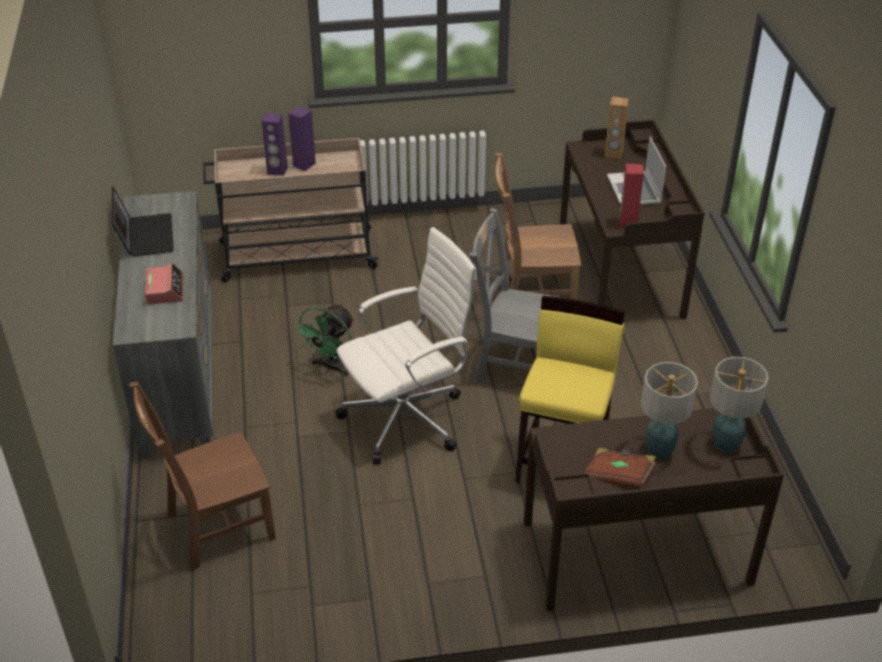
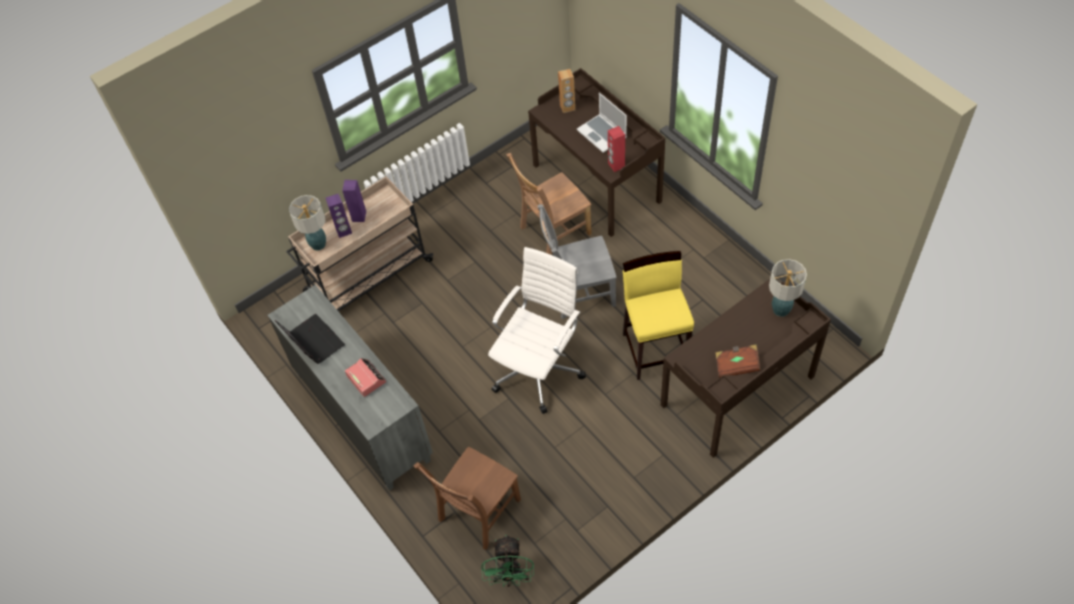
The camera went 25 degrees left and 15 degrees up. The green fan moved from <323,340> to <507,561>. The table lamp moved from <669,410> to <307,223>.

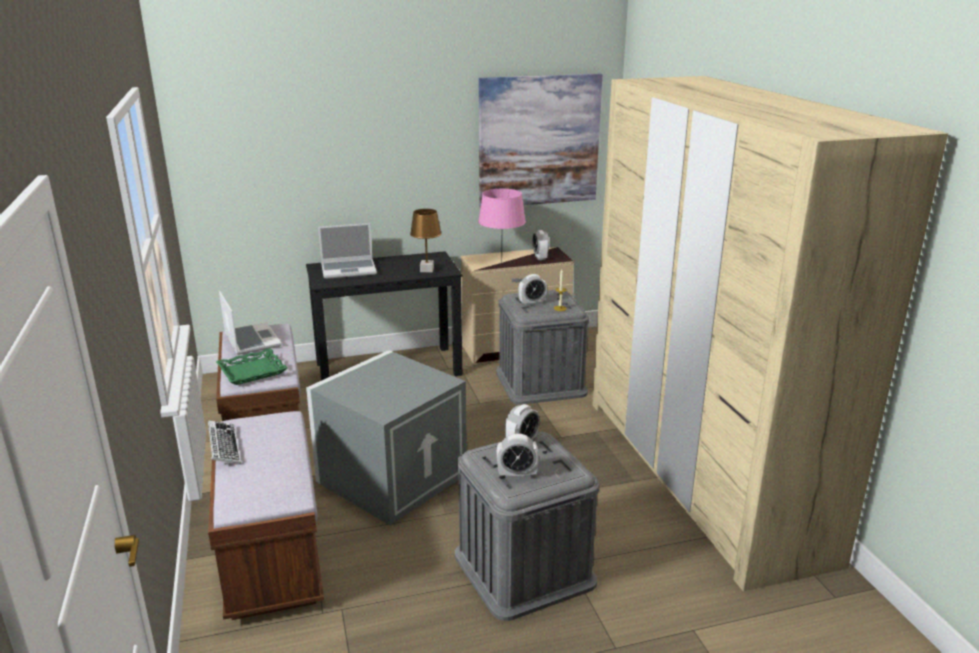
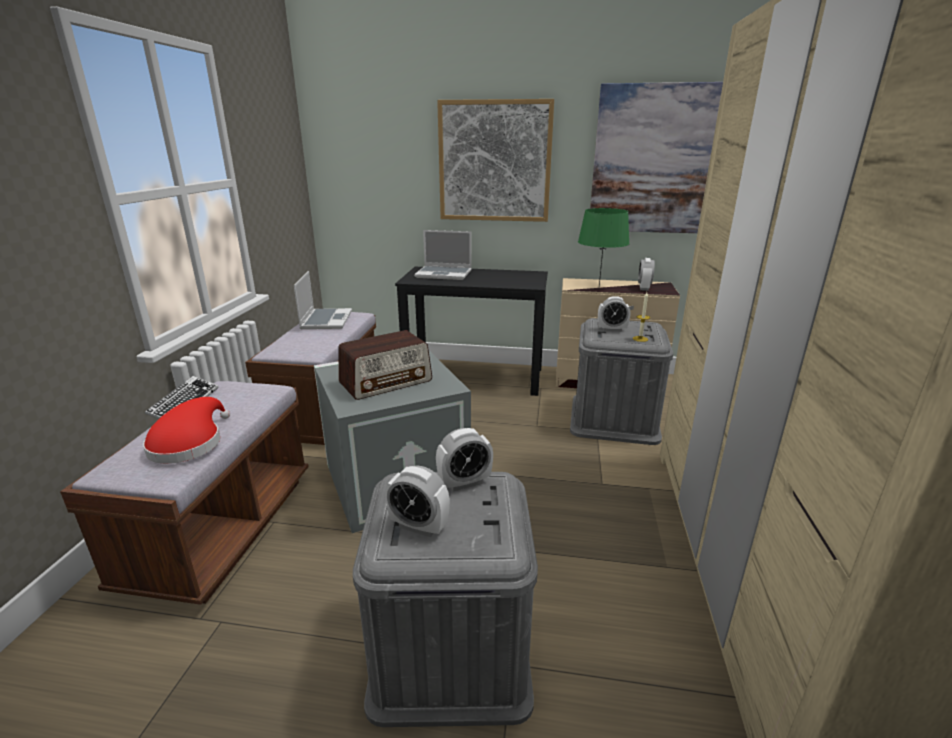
The camera went 25 degrees right and 0 degrees up. The pink table lamp at <502,226> became the green table lamp at <604,247>. The brown table lamp at <426,240> disappeared. The green tray at <252,366> disappeared. The picture at <495,160> appeared. The radio at <385,365> appeared. The red hat at <186,430> appeared.

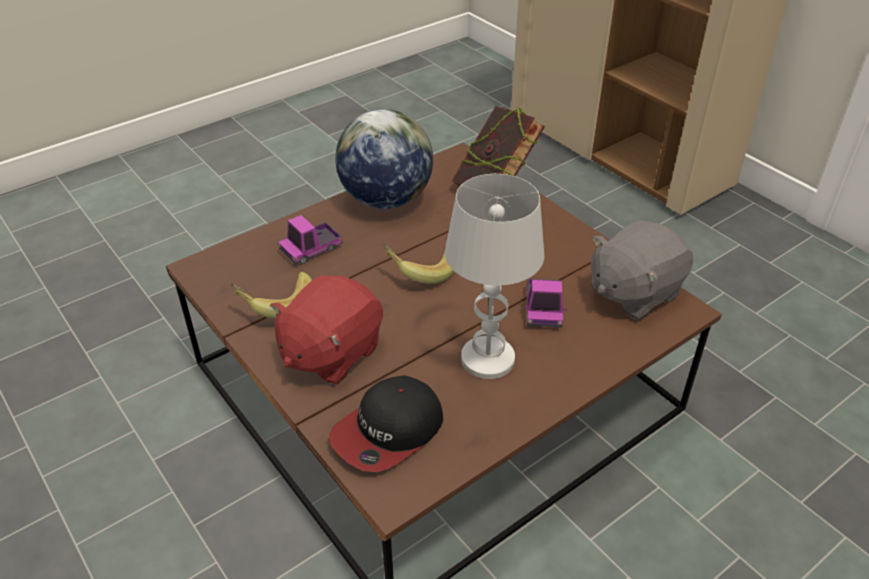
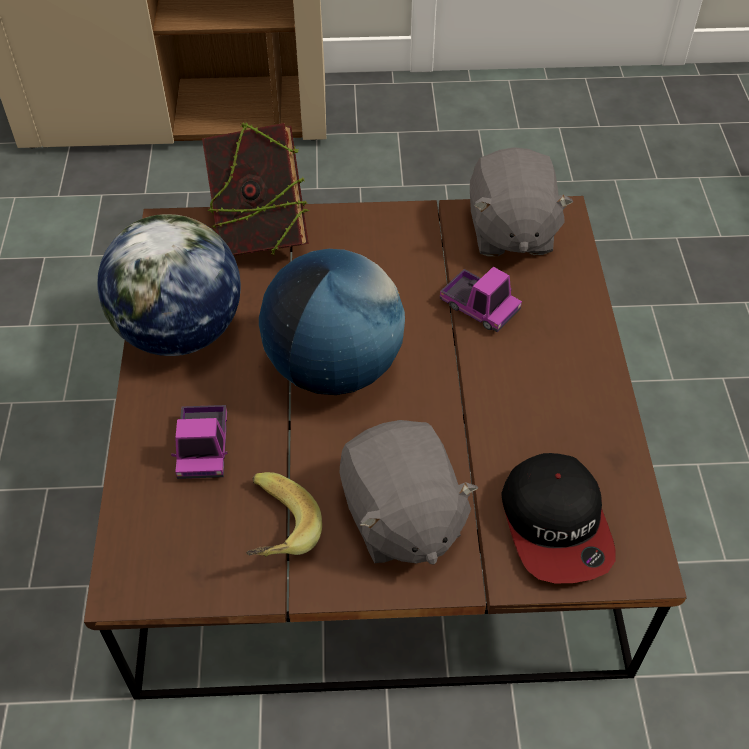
The camera went 55 degrees left and 10 degrees up. The white table lamp at <494,276> disappeared. The banana at <418,263> was replaced by the globe at <332,322>. The red plush toy at <326,329> became the grey plush toy at <409,492>.

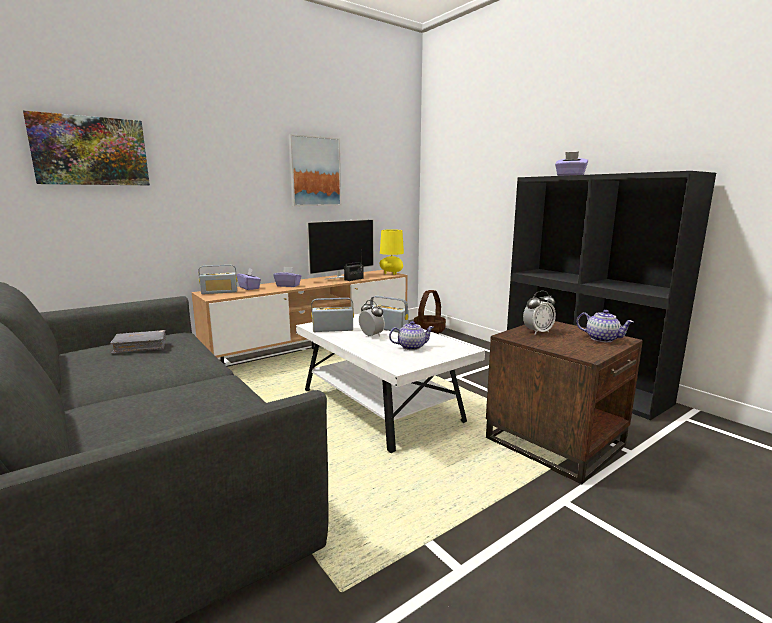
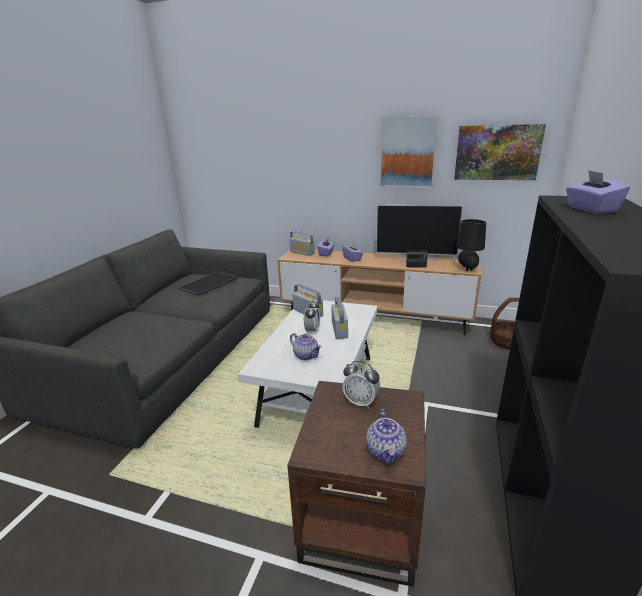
The camera went 55 degrees right and 10 degrees up. The picture moved from <86,147> to <500,152>. The yellow table lamp at <392,252> became the black table lamp at <471,245>. The grey book at <138,342> was replaced by the tray at <208,283>.

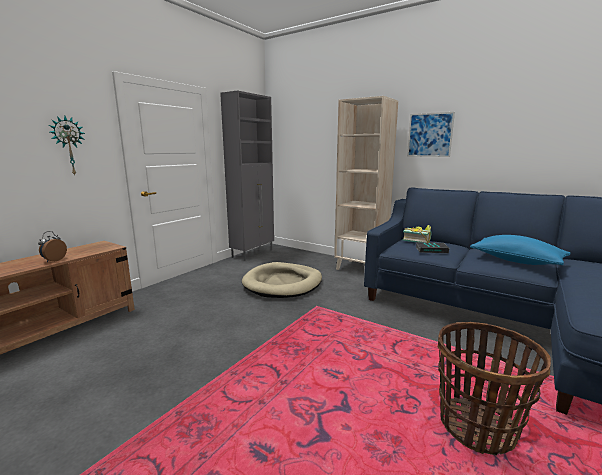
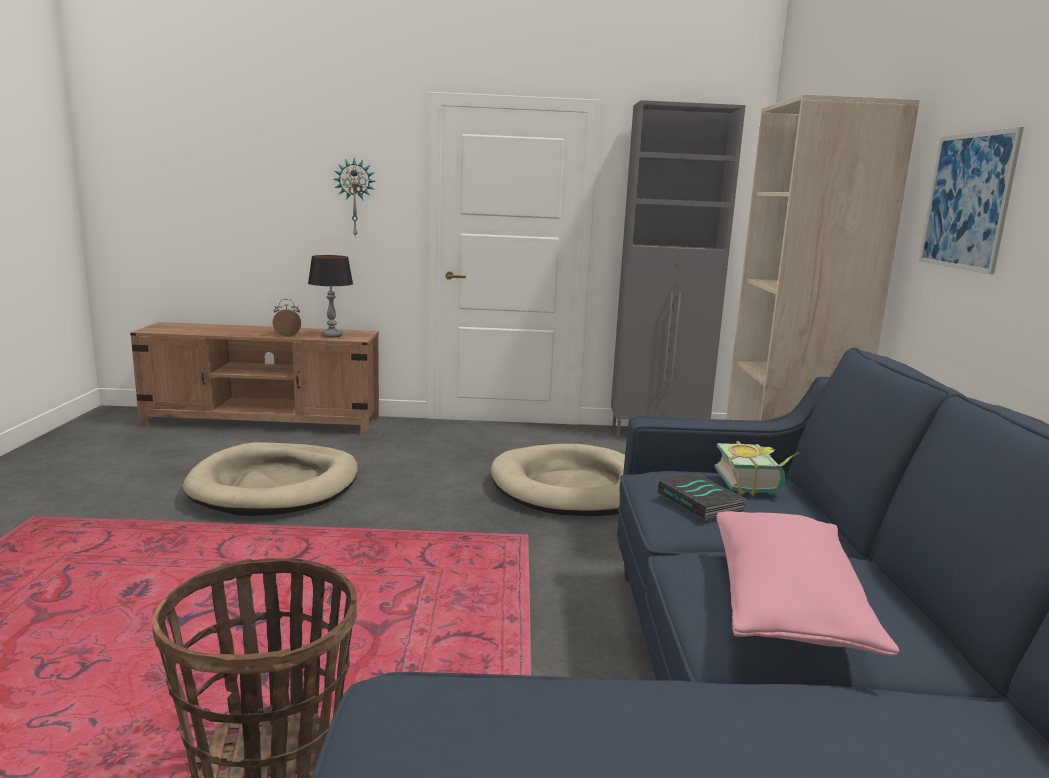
The camera went 55 degrees right and 0 degrees up. The blue pillow at <520,250> became the pink pillow at <807,583>. The table lamp at <330,296> appeared. The beige dog bed at <270,479> appeared.

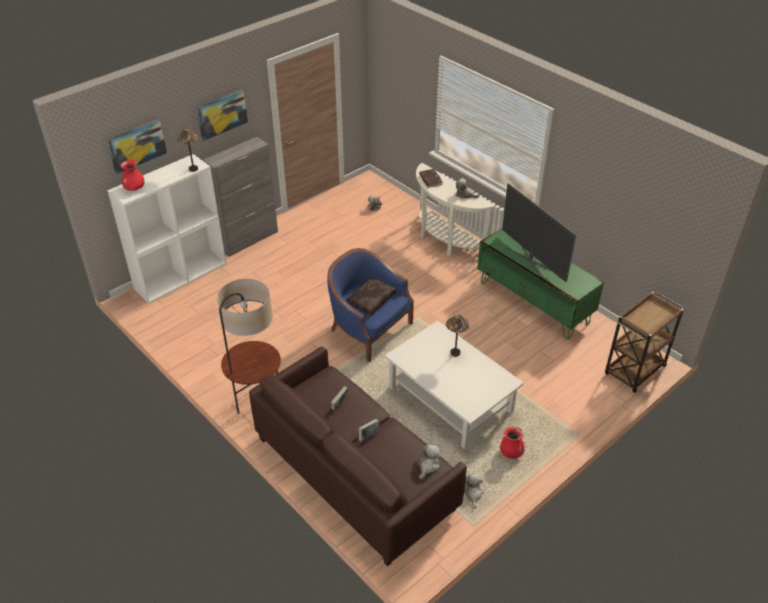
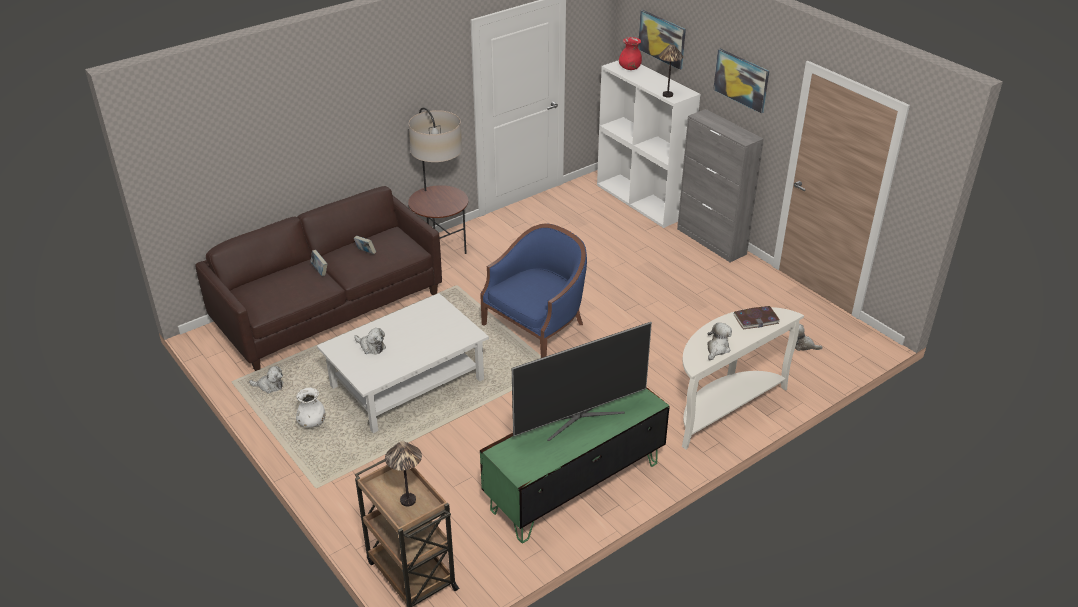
The camera went 95 degrees right and 5 degrees down. The brown pillow at <371,296> disappeared. The table lamp moved from <458,335> to <403,473>. The red vase at <512,442> became the white vase at <310,408>. The plush toy moved from <429,461> to <370,341>.

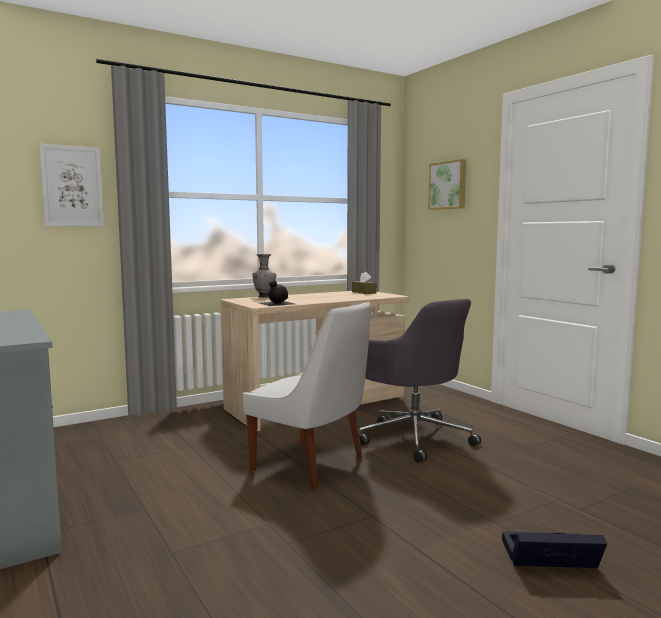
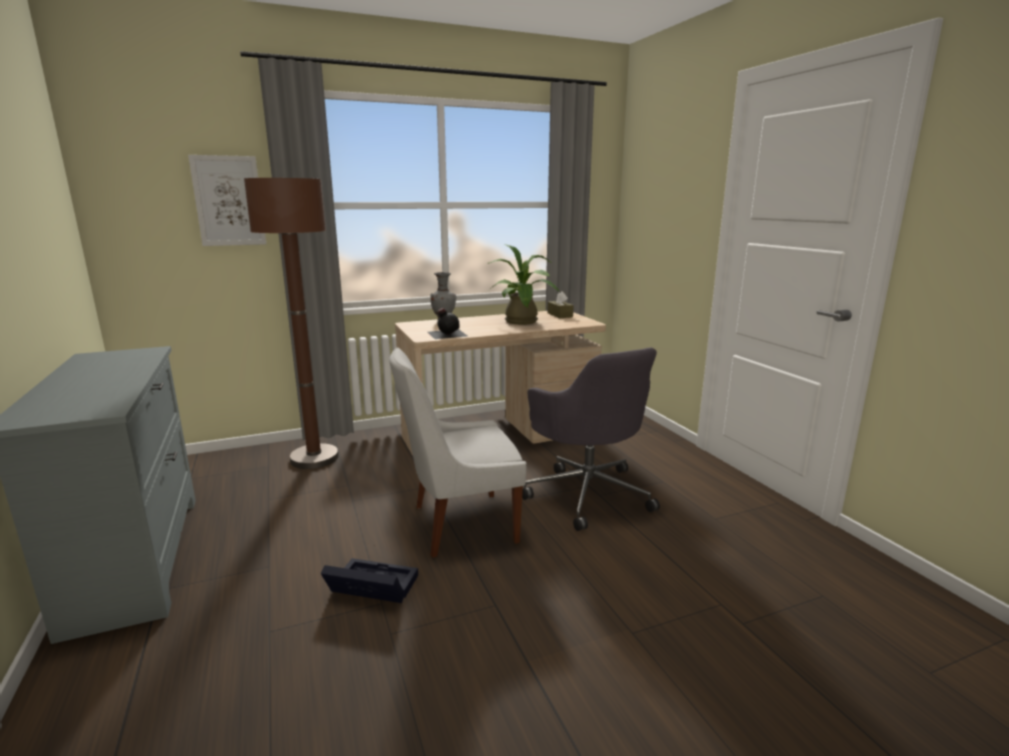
The camera went 10 degrees right and 10 degrees up. The picture at <447,184> disappeared. The white chair at <307,396> turned 120 degrees clockwise. The black storage box moved from <554,549> to <369,580>. The brown floor lamp at <291,323> appeared. The potted plant at <523,284> appeared.

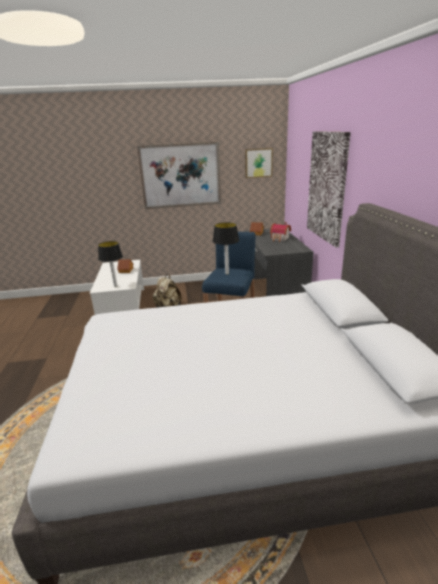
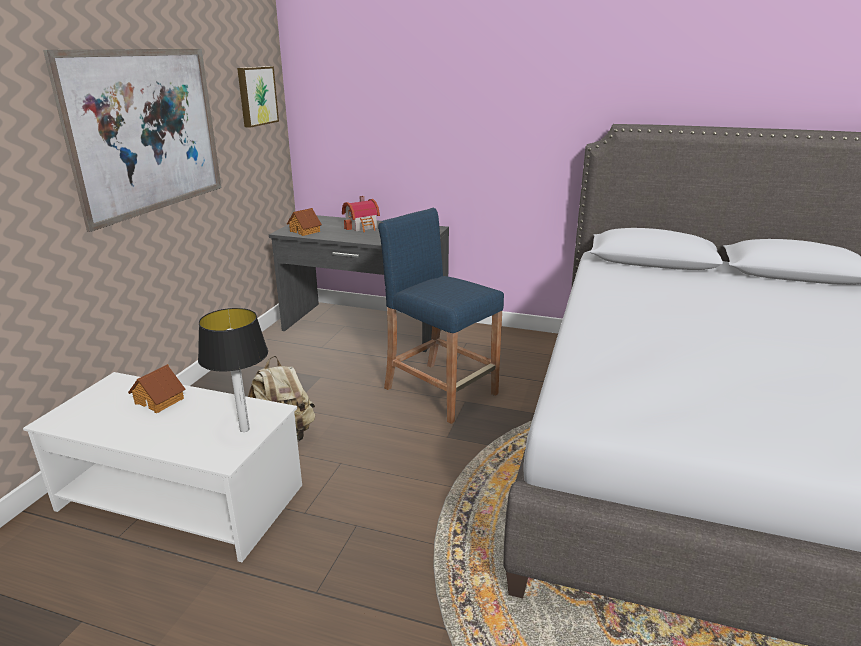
The camera went 65 degrees left and 0 degrees up. The picture at <329,189> disappeared. The table lamp at <226,248> disappeared.

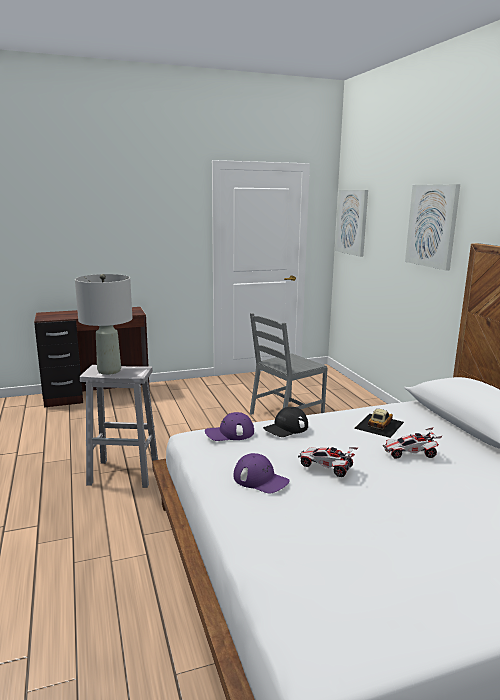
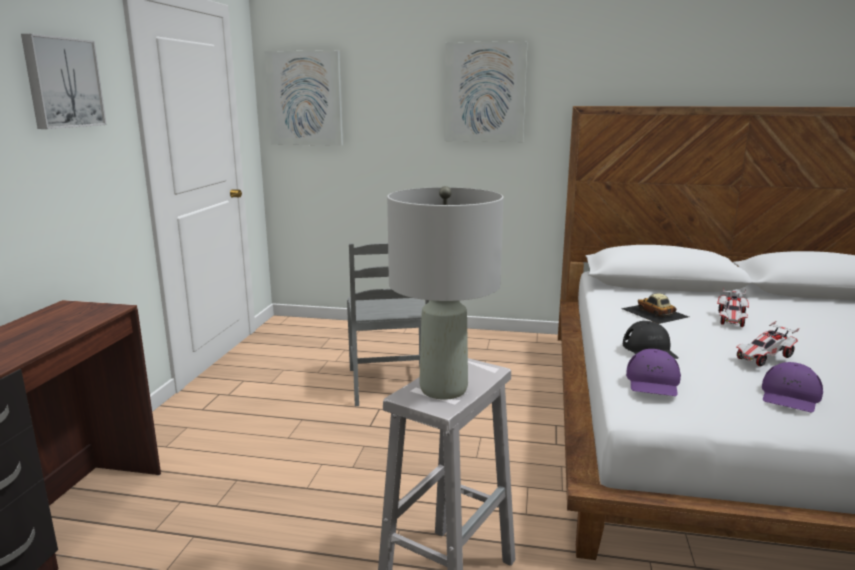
The camera went 60 degrees left and 0 degrees up. The purple cap at <262,473> turned 150 degrees clockwise. The picture at <64,81> appeared.

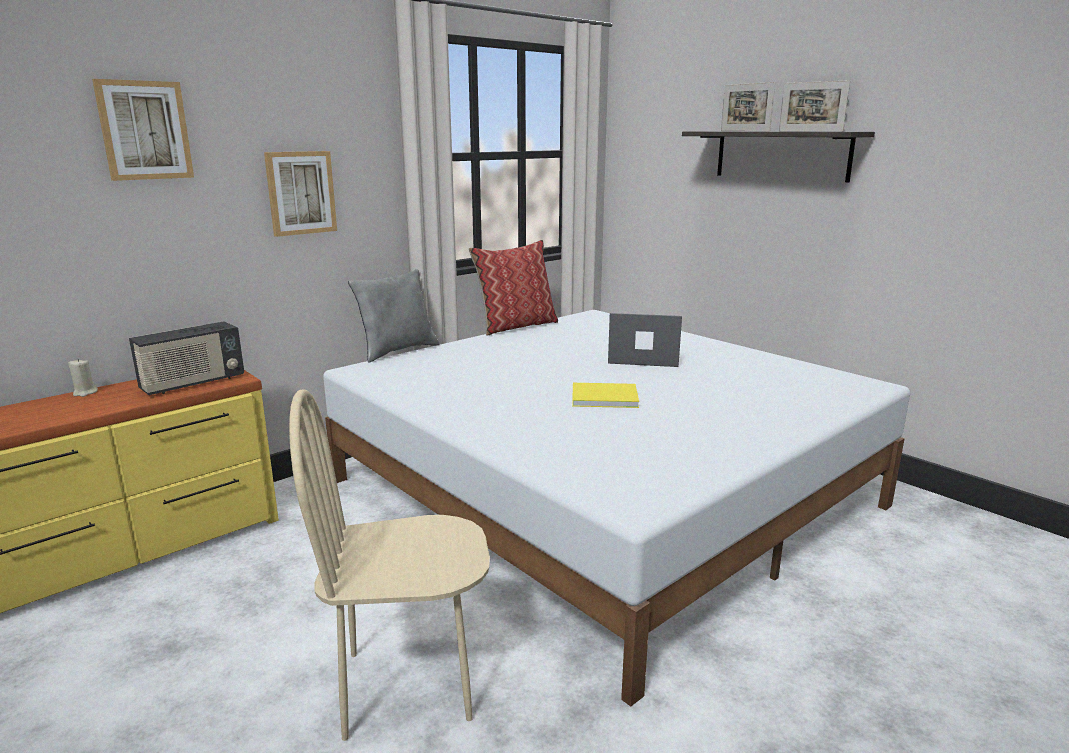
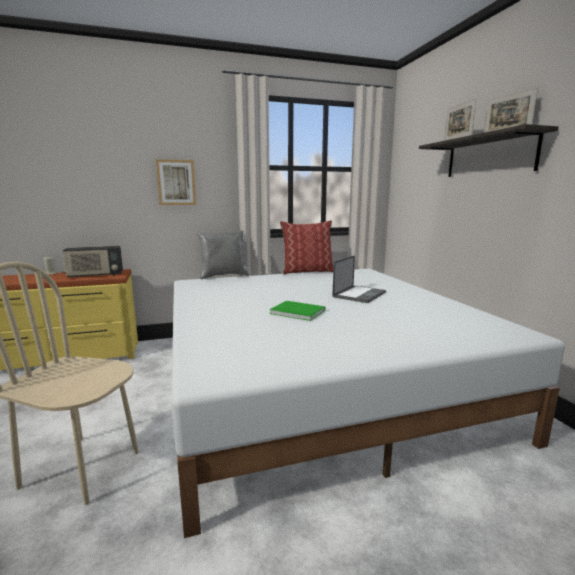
The camera went 25 degrees right and 5 degrees down. The picture at <143,130> disappeared. The laptop at <645,340> turned 90 degrees clockwise. The yellow book at <605,395> became the green book at <297,311>.

